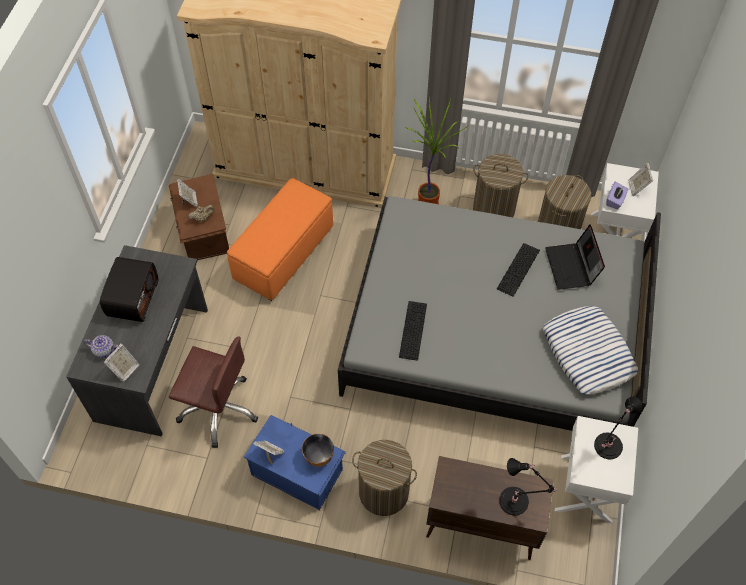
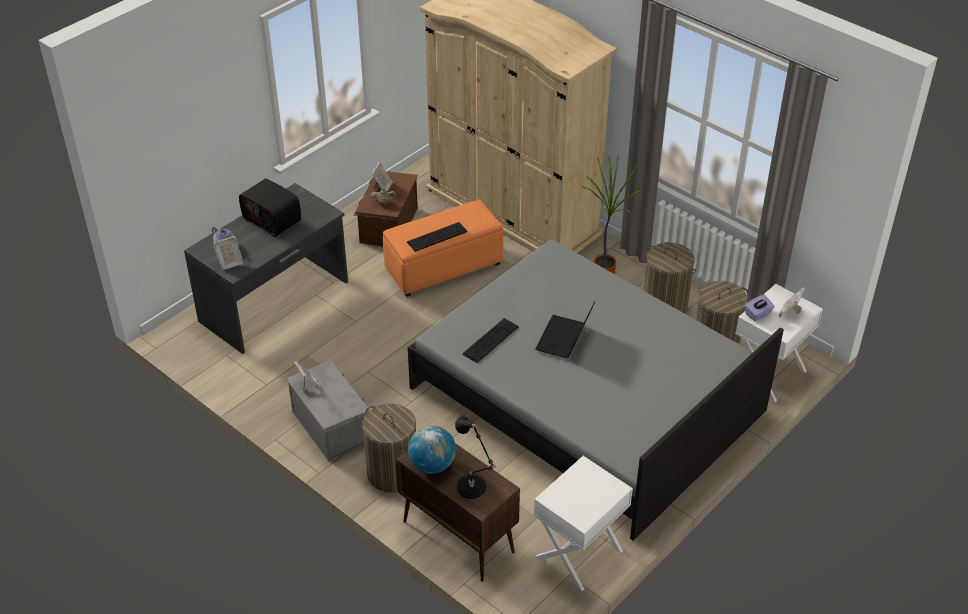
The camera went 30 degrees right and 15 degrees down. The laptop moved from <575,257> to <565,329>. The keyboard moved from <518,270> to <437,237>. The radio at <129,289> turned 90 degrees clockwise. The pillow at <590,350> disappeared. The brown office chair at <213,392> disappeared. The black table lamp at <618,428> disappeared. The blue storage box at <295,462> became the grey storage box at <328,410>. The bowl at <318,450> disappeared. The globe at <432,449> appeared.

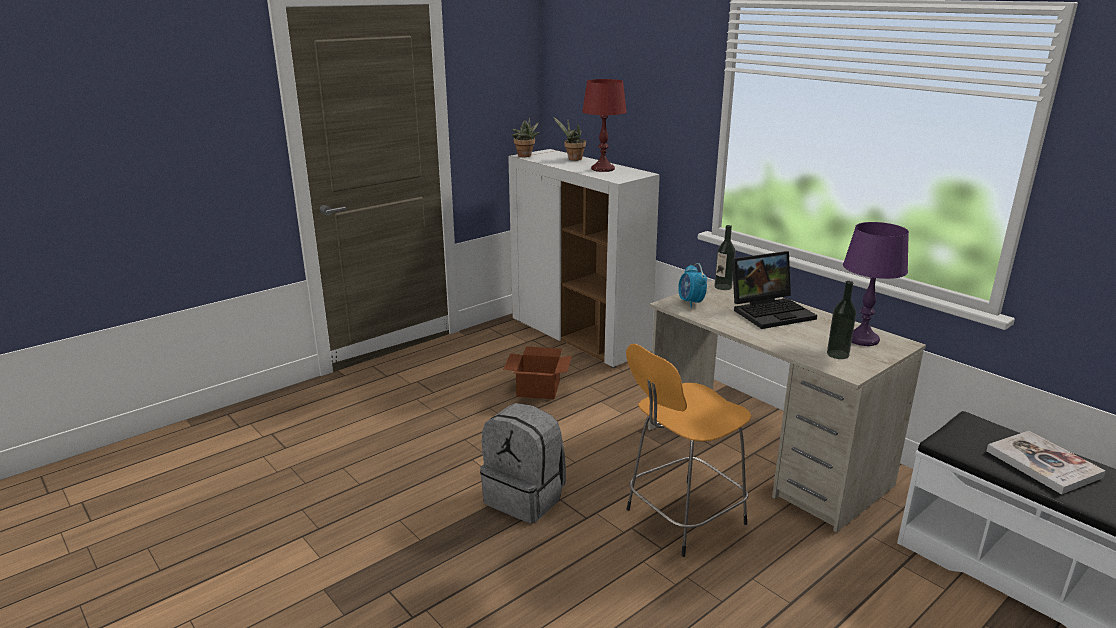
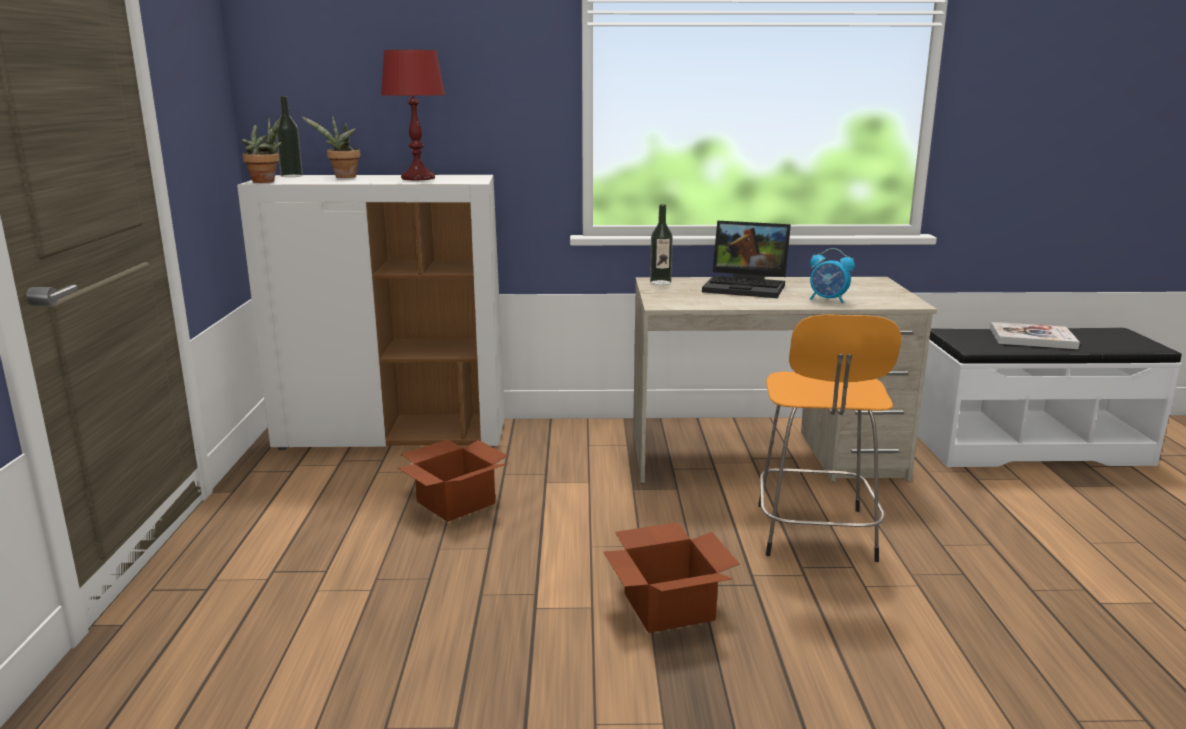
The camera went 50 degrees left and 5 degrees down. The purple table lamp at <876,284> disappeared. The laptop at <774,290> turned 90 degrees clockwise. The alarm clock moved from <692,285> to <832,275>. The bottle moved from <841,320> to <289,136>. The grey backpack at <523,463> was replaced by the cardboard box at <671,577>.

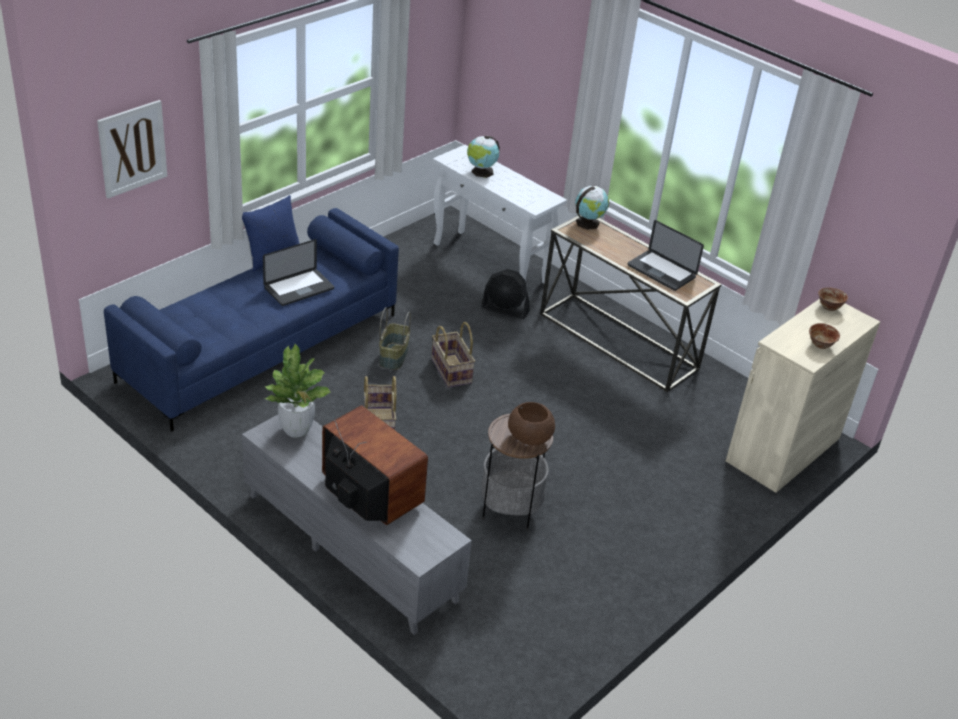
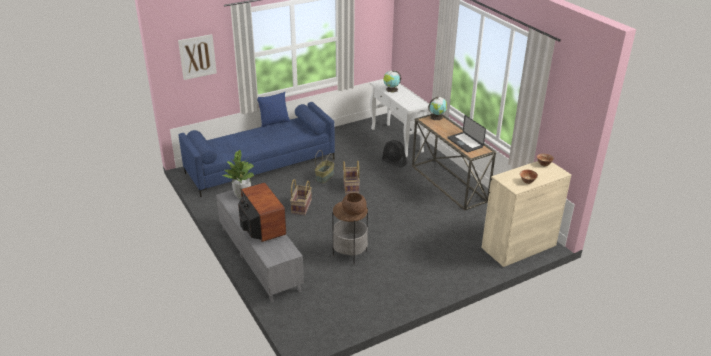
The camera went 20 degrees right and 5 degrees down. The laptop at <298,272> disappeared.

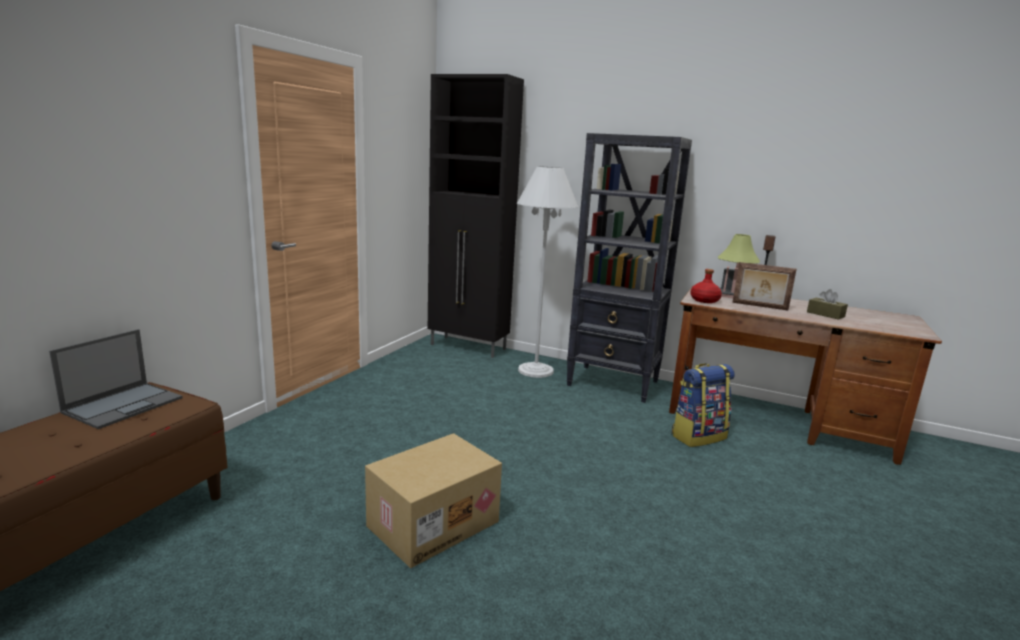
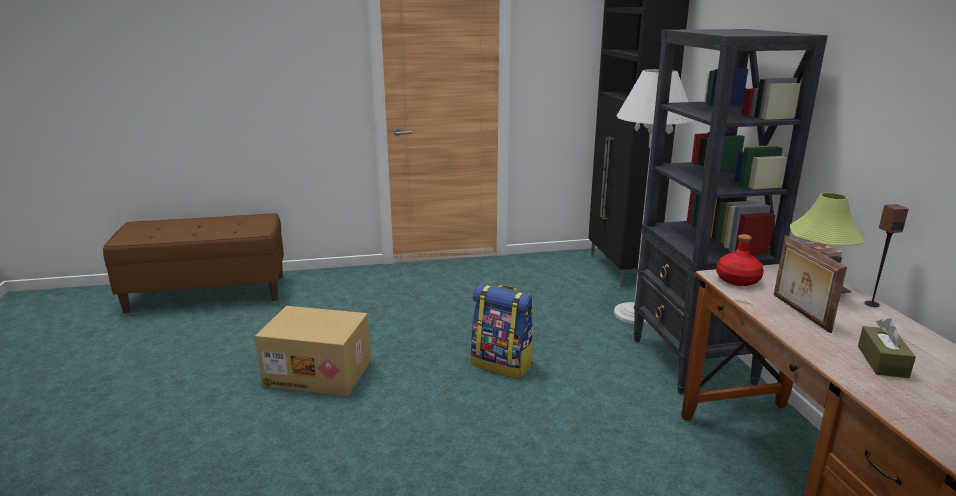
The camera went 55 degrees right and 5 degrees up. The laptop at <116,379> disappeared. The backpack moved from <703,405> to <502,331>.

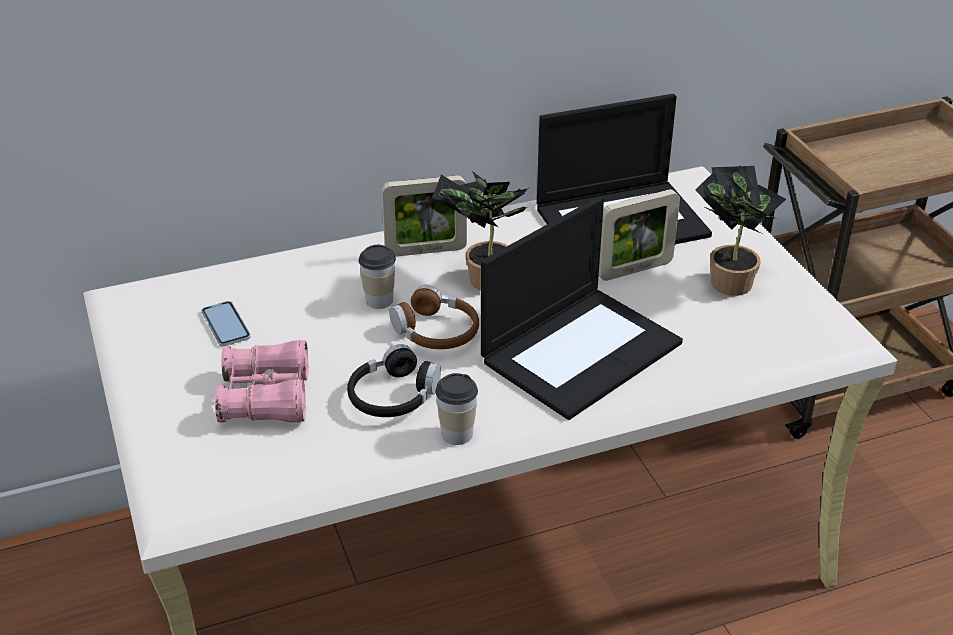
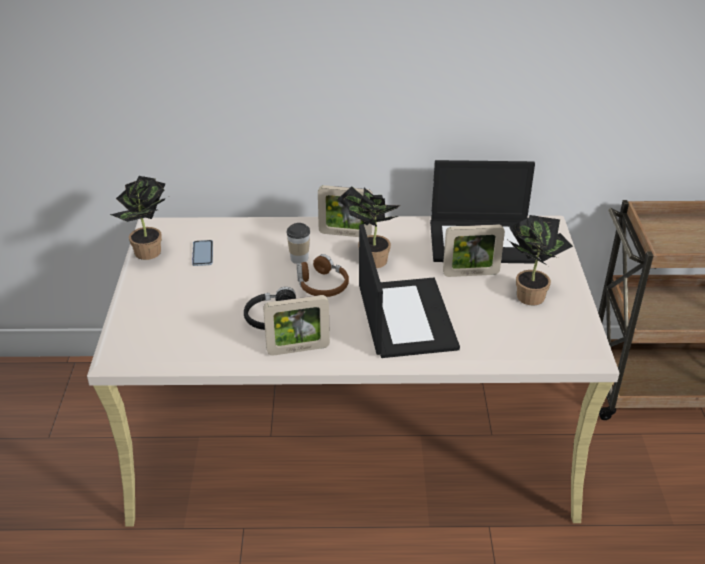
The camera went 20 degrees right and 0 degrees up. The laptop at <582,308> turned 75 degrees counterclockwise. The pink binoculars at <261,381> disappeared. The cup at <456,409> was replaced by the picture frame at <296,325>. The potted plant at <138,218> appeared.

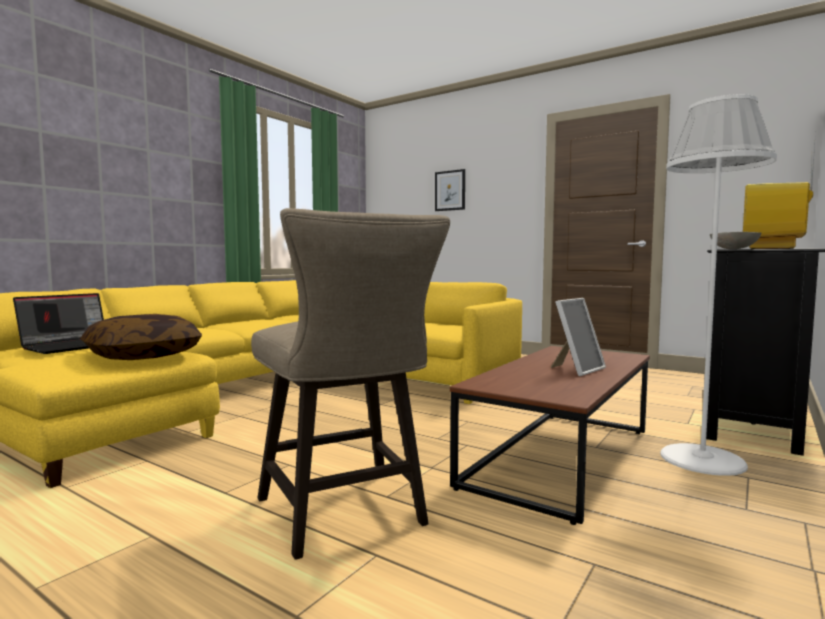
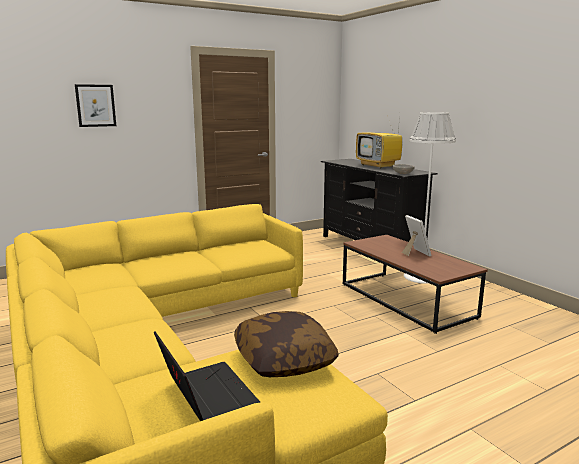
The camera went 65 degrees left and 10 degrees up. The beige stool at <350,384> disappeared.

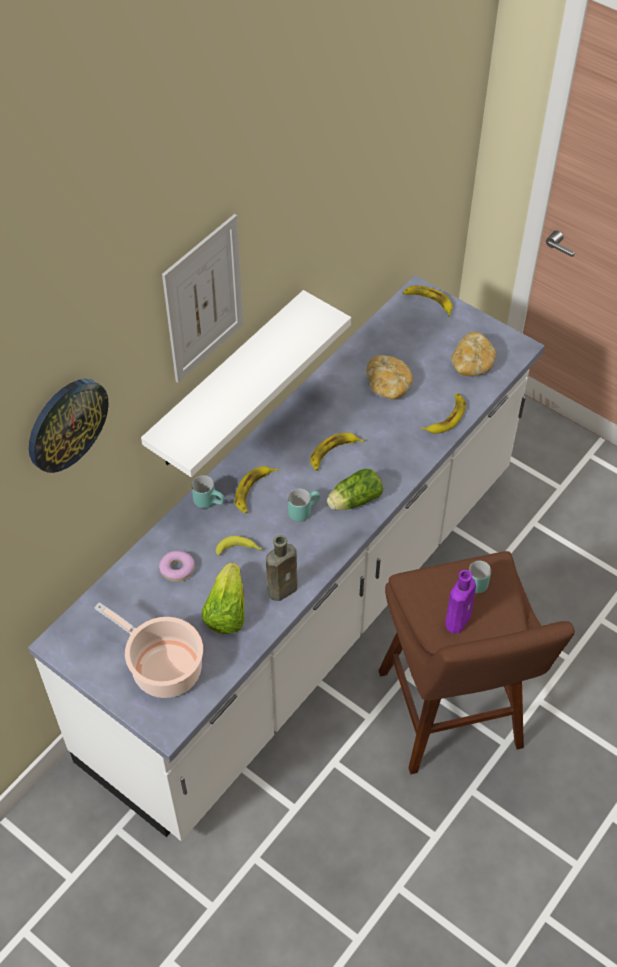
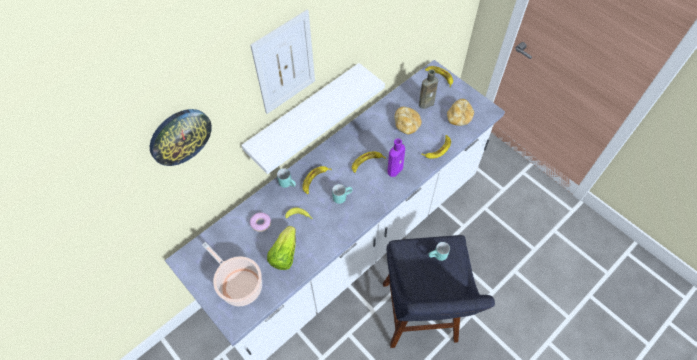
The camera went 10 degrees right and 5 degrees up. The lettuce at <355,489> disappeared. The brown bottle moved from <282,568> to <428,89>. The brown stool at <476,662> became the blue stool at <439,291>. The purple bottle moved from <460,602> to <396,157>.

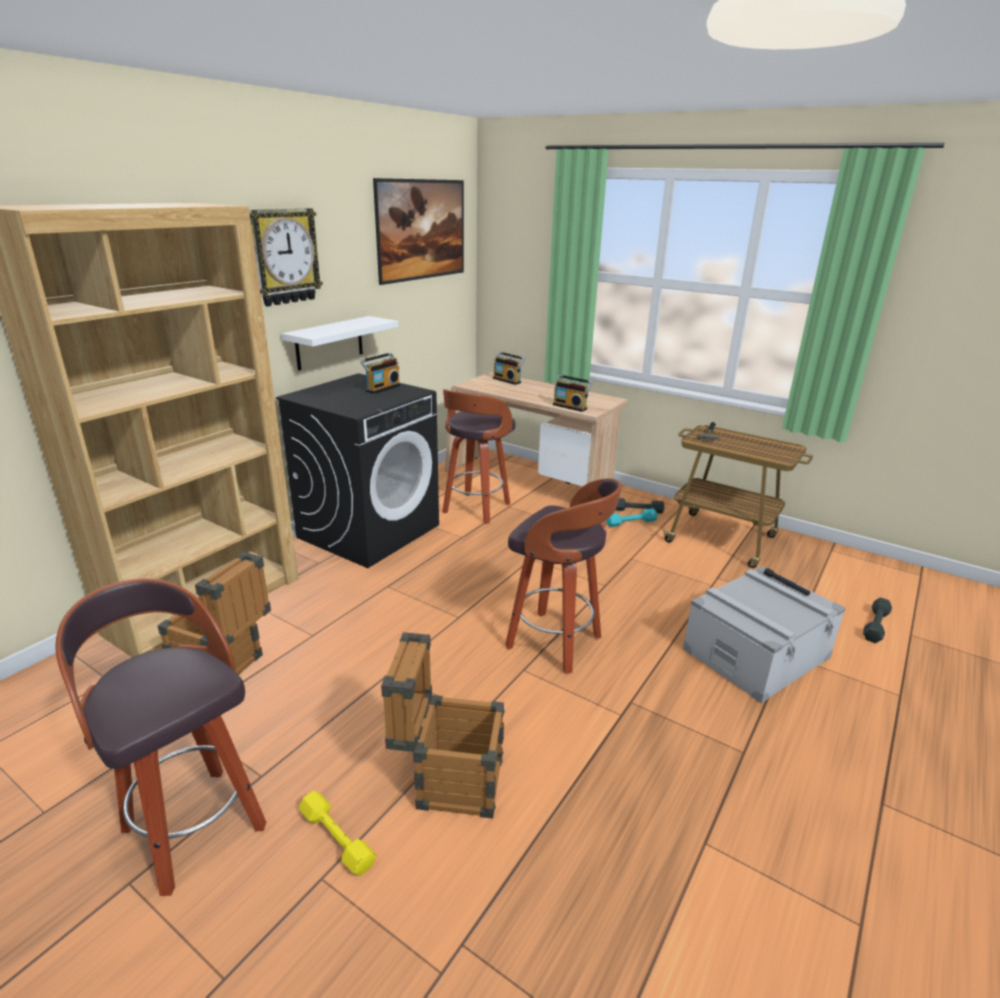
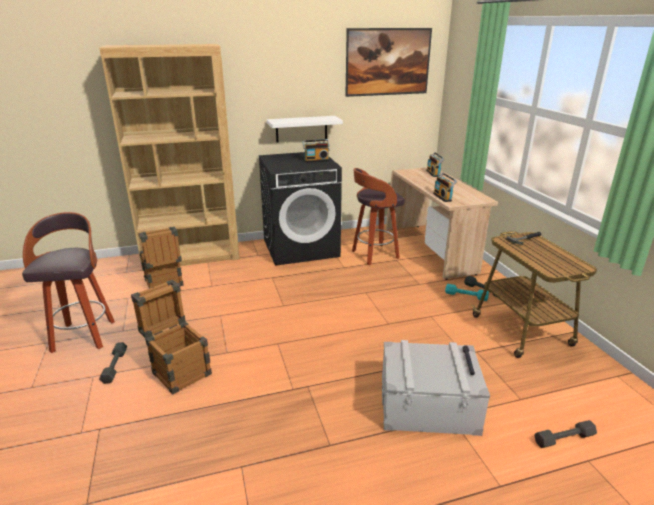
The camera went 40 degrees right and 0 degrees up. The wall clock at <286,257> disappeared. The stool at <563,576> disappeared. The yellow dumbbell at <337,833> became the grey dumbbell at <113,363>.

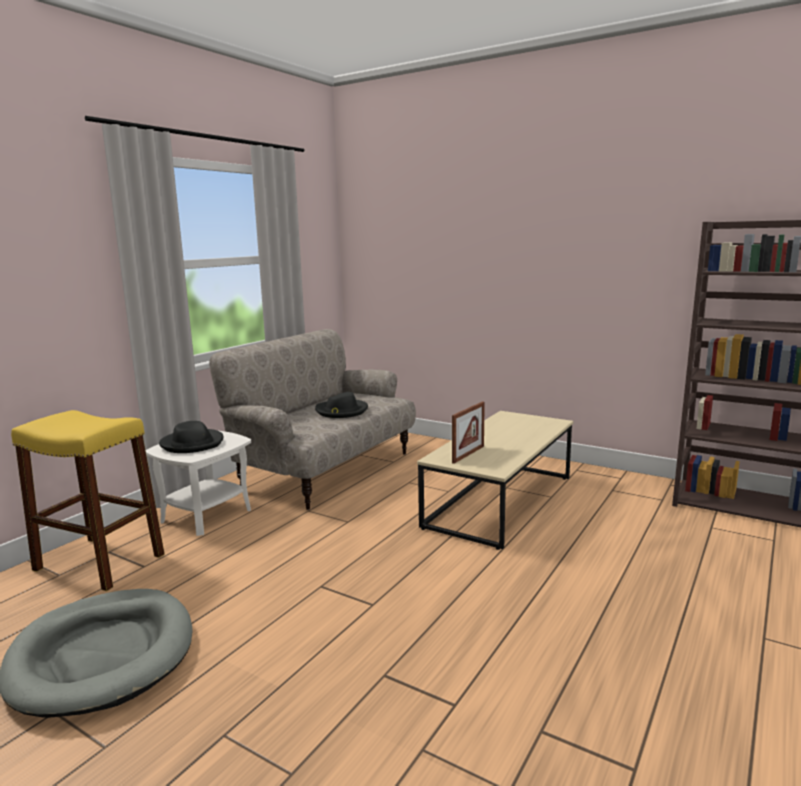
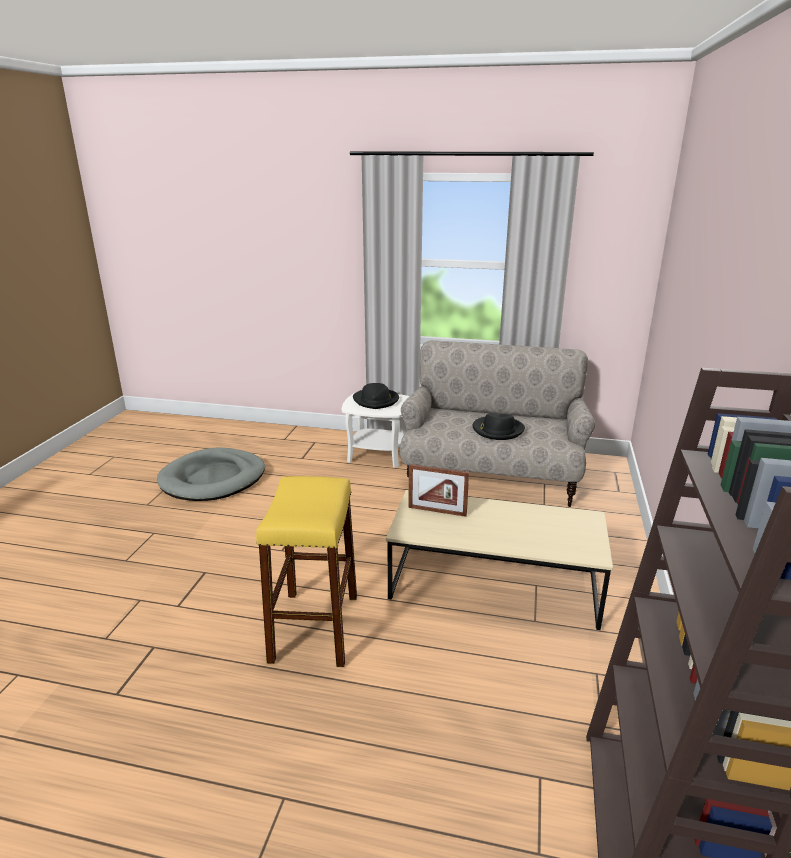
The camera went 70 degrees right and 10 degrees up. The yellow stool moved from <88,500> to <306,571>.

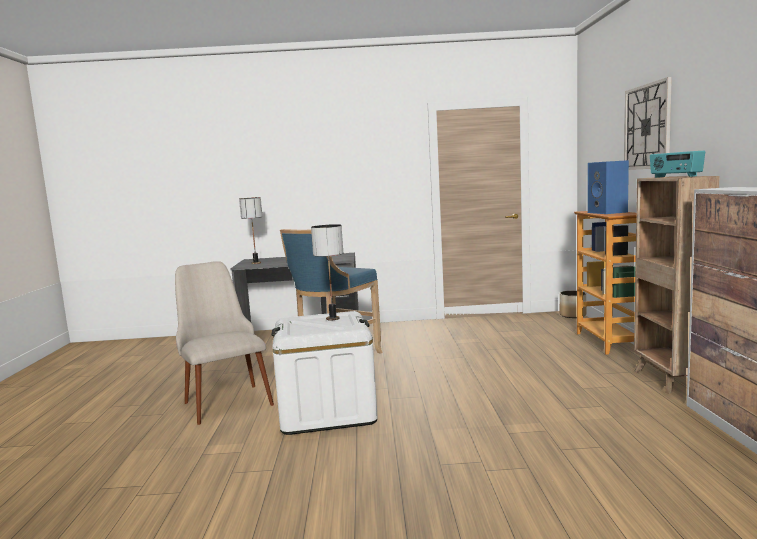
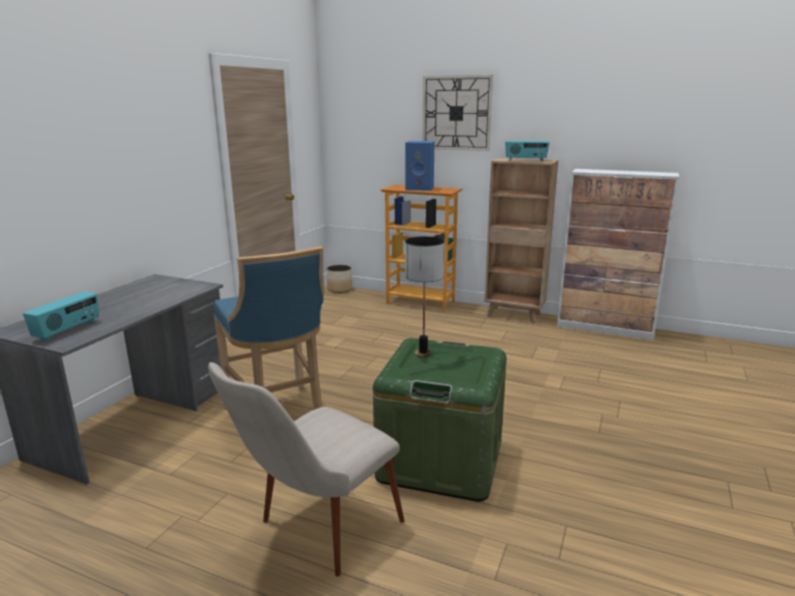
The camera went 65 degrees left and 10 degrees up. The table lamp at <250,230> was replaced by the radio at <61,316>. The beige chair at <224,343> turned 45 degrees counterclockwise. The white storage box at <324,373> became the green storage box at <440,420>.

